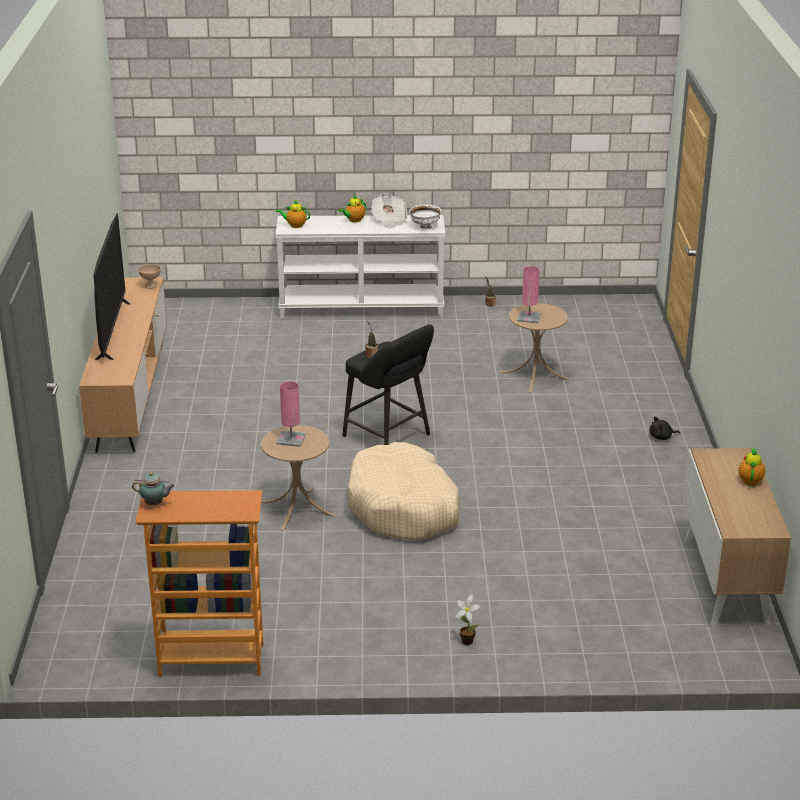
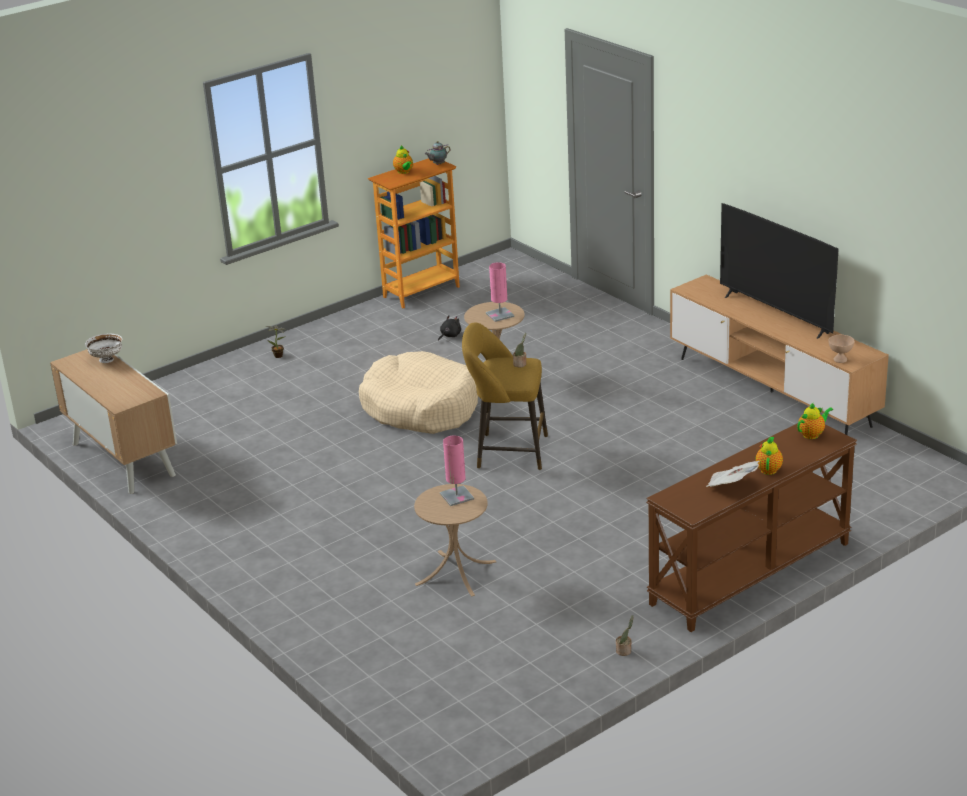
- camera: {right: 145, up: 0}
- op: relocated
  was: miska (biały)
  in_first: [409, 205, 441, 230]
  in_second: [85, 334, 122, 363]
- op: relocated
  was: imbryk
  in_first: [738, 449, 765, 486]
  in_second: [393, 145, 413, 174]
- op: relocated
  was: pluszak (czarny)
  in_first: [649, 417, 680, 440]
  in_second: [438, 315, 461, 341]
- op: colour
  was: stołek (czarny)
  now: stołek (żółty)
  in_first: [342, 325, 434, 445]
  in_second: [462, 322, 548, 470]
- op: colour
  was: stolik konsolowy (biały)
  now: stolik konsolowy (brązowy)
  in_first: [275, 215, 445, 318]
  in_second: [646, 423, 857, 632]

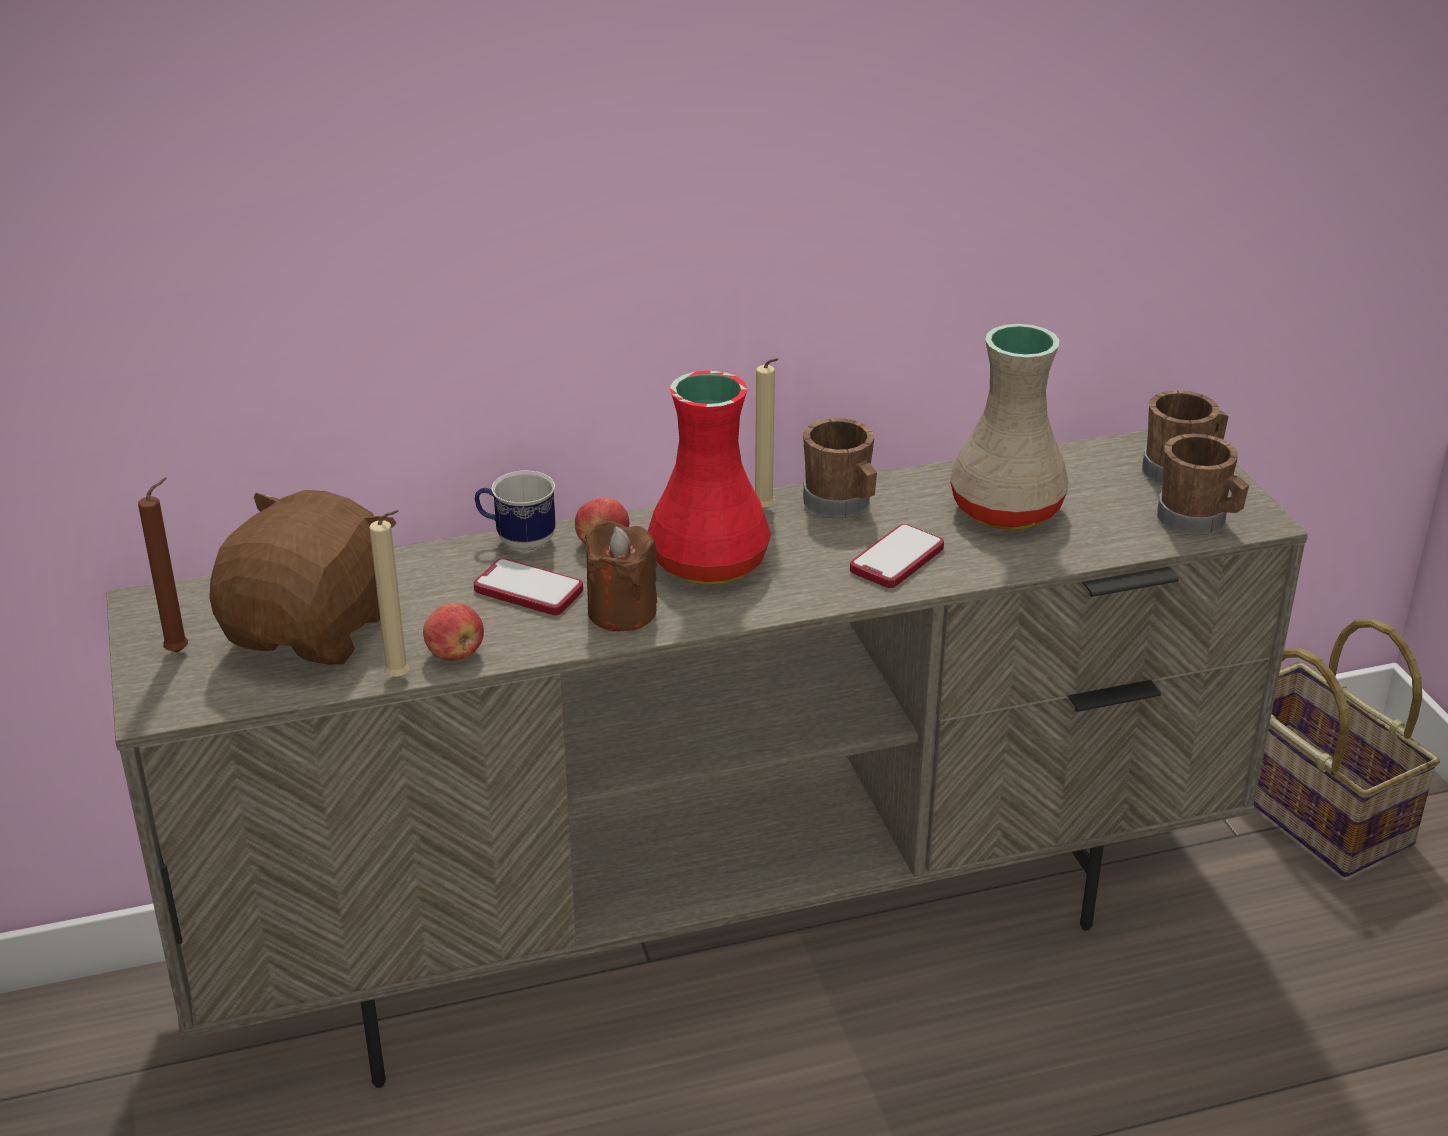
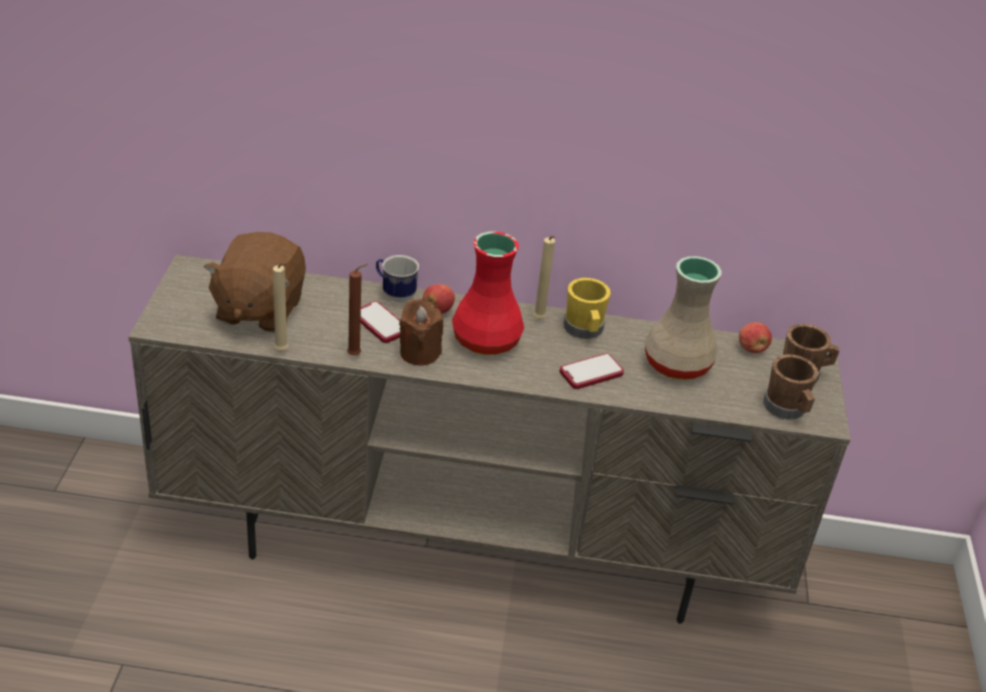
- camera: {right: 20, up: 5}
- op: spun
  was: pluszak (brązowy)
  in_first: [209, 490, 397, 665]
  in_second: [203, 232, 306, 333]
  clockwise: 150
- op: relocated
  was: świeca (brązowy)
  in_first: [138, 478, 188, 653]
  in_second: [347, 264, 368, 356]
- op: colour
  was: kubek (brązowy)
  now: kubek (żółty)
  in_first: [803, 418, 877, 518]
  in_second: [564, 278, 611, 339]
- op: relocated
  was: jabłko
  in_first: [423, 603, 484, 661]
  in_second: [739, 322, 772, 353]
- op: missing
  was: koszyk
  in_first: [1254, 619, 1440, 877]

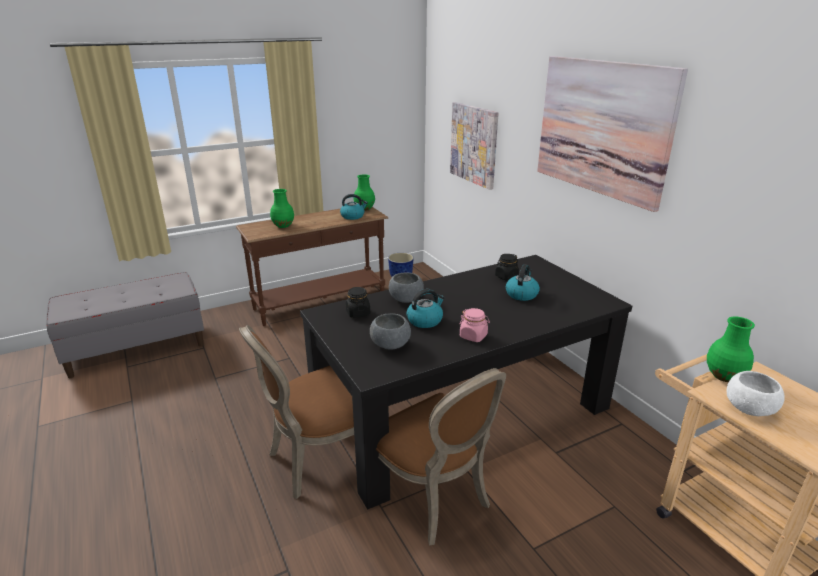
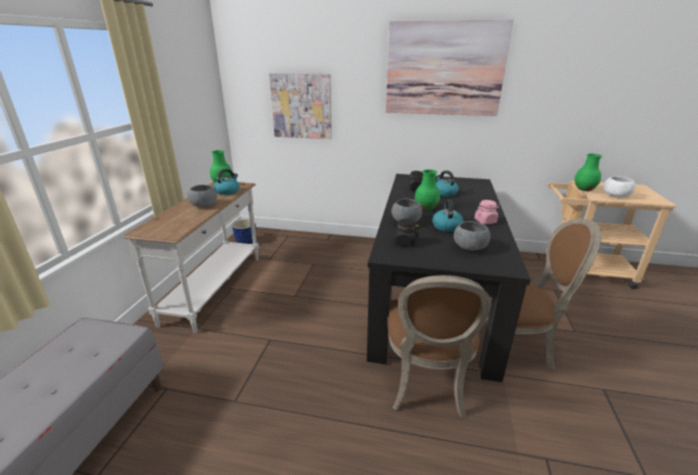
- camera: {right: -50, up: 0}
- op: colour
  was: stolik konsolowy (brązowy)
  now: stolik konsolowy (biały)
  in_first: [236, 207, 388, 326]
  in_second: [123, 182, 259, 333]
- op: appeared
  now: miska (szary)
  in_second: [188, 185, 217, 207]
- op: relocated
  was: wazon (zielony)
  in_first: [270, 189, 294, 228]
  in_second: [415, 169, 440, 211]

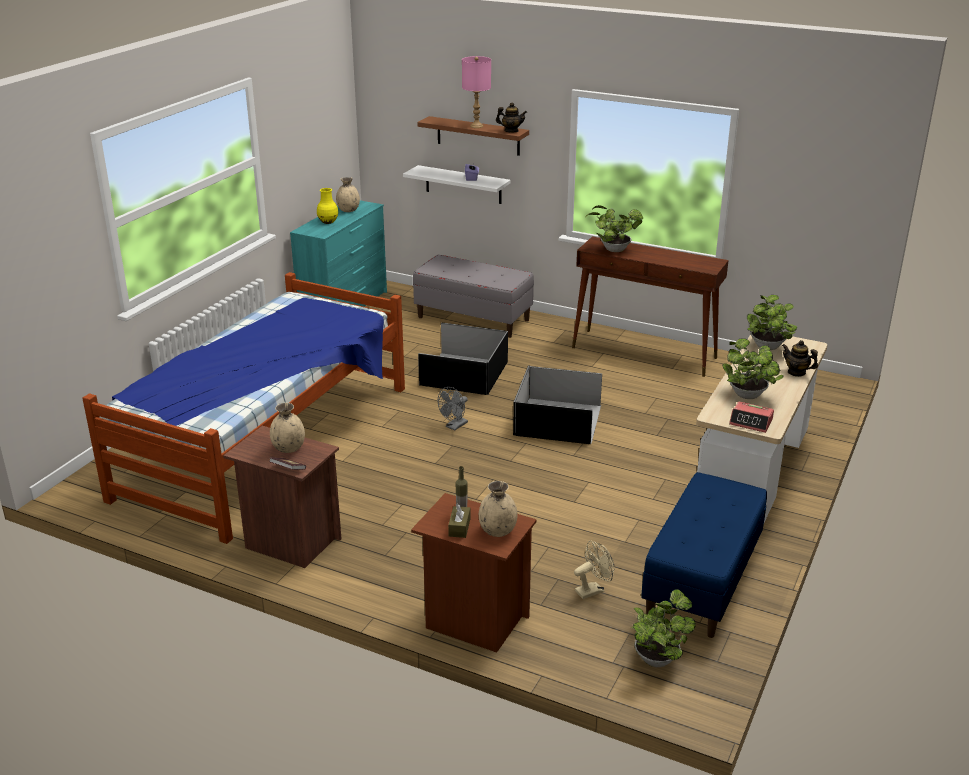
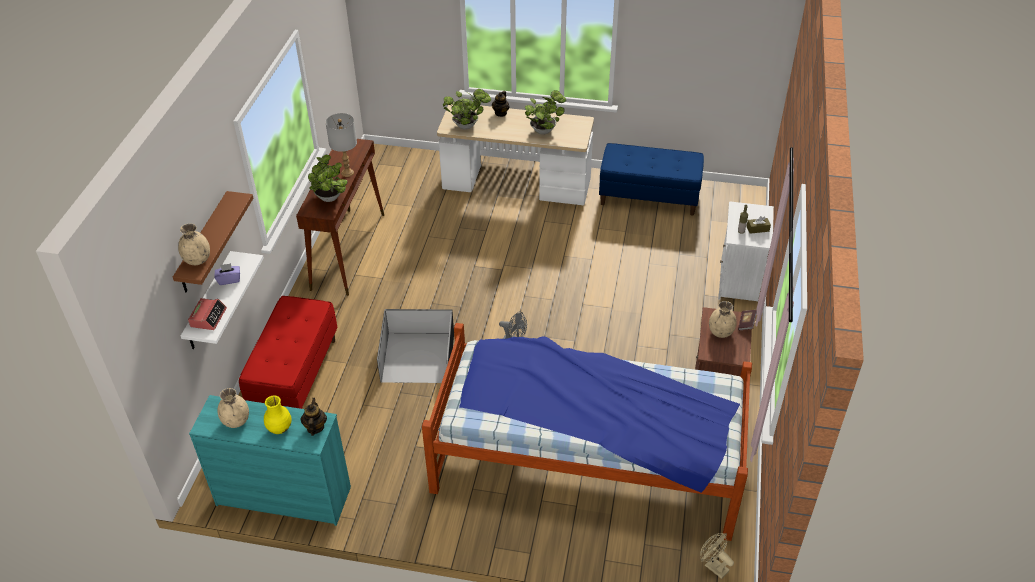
- camera: {right: -105, up: 15}
- op: relocated
  was: wazon (beżowy)
  in_first: [479, 481, 518, 537]
  in_second: [178, 223, 210, 265]
- op: relocated
  was: budzik
  in_first: [729, 401, 774, 433]
  in_second: [188, 298, 227, 330]
- op: colour
  was: ławka (szary)
  now: ławka (czerwony)
  in_first: [413, 255, 534, 338]
  in_second: [239, 296, 338, 409]
- op: relocated
  was: imbryk
  in_first: [496, 102, 527, 133]
  in_second: [300, 398, 327, 436]
- op: appeared
  now: lampa stołowa (szary)
  in_second: [325, 113, 357, 177]
- op: relocated
  was: wentylator (beżowy)
  in_first: [574, 541, 615, 599]
  in_second: [700, 533, 734, 579]
- op: colour
  was: szafka nocna (brązowy)
  now: szafka nocna (biały)
  in_first: [411, 493, 537, 653]
  in_second: [718, 201, 774, 301]
- op: missing
  was: lampa stołowa (różowy)
  in_first: [462, 56, 491, 128]
- op: missing
  was: pojemnik do przechowywania (czarny)
  in_first: [513, 365, 602, 444]
- op: missing
  was: roślina doniczkowa
  in_first: [631, 589, 696, 667]

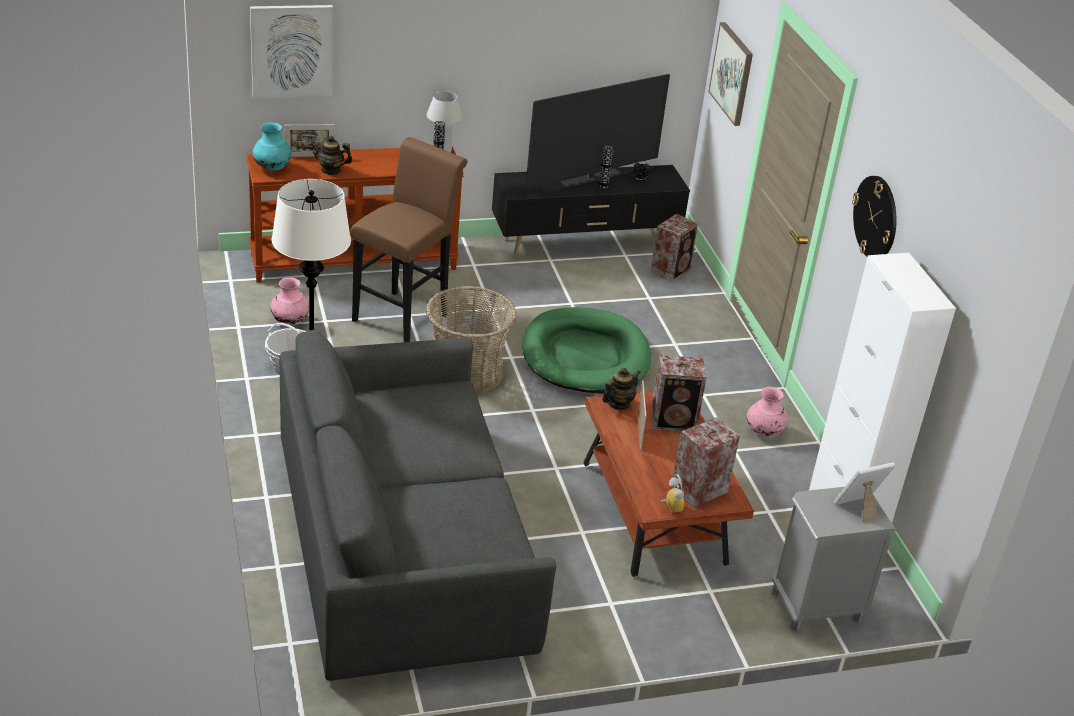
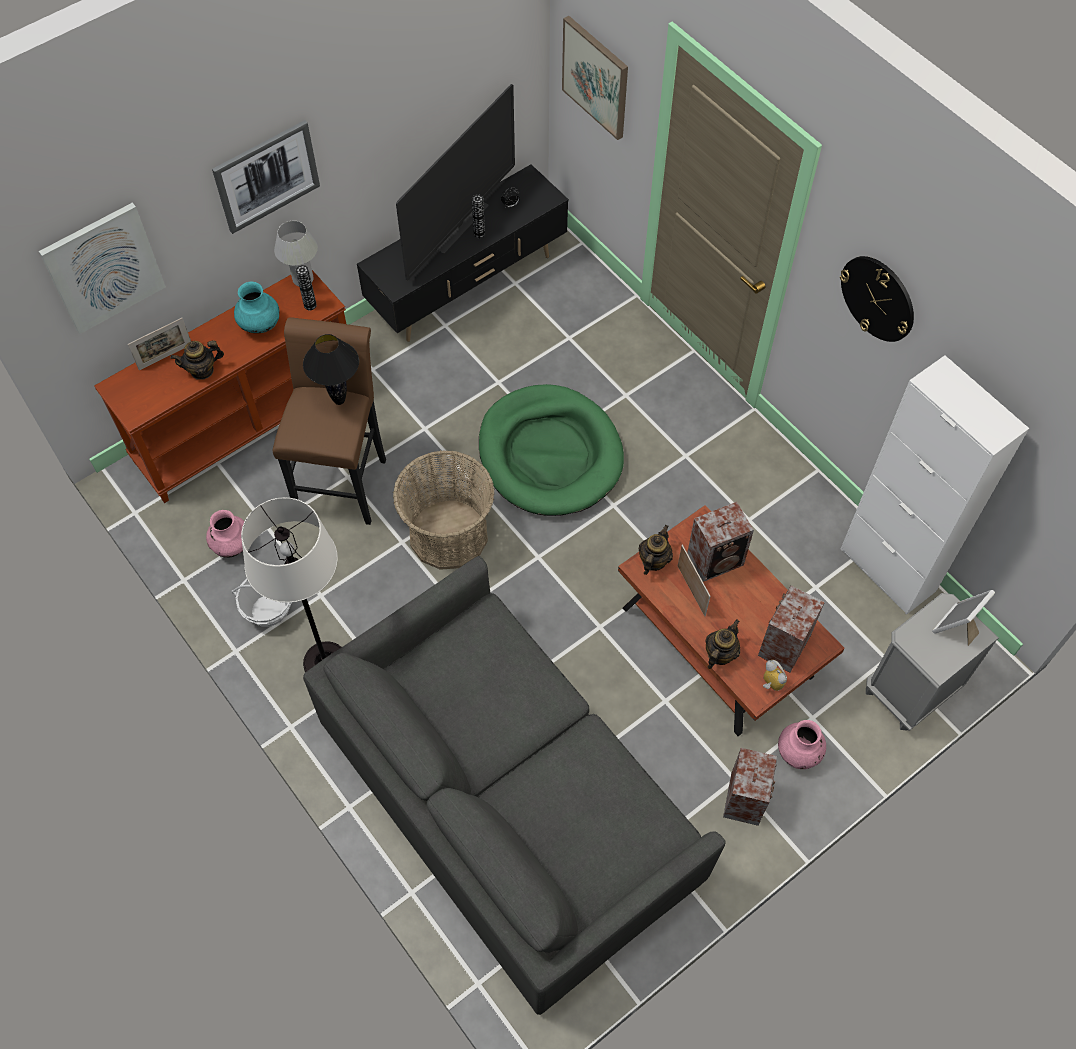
- camera: {right: -20, up: 25}
- op: appeared
  now: obraz
  in_second: [212, 120, 320, 234]
- op: relocated
  was: wazon (turkusowy)
  in_first: [253, 122, 292, 171]
  in_second: [234, 281, 279, 333]
- op: appeared
  now: lampa stołowa (czarny)
  in_second: [303, 334, 359, 405]
- op: appeared
  now: imbryk
  in_second: [705, 619, 740, 669]
- op: relocated
  was: głośnik
  in_first: [650, 214, 698, 282]
  in_second: [723, 748, 777, 826]
- op: relocated
  was: wazon (różowy)
  in_first: [747, 387, 788, 437]
  in_second: [778, 720, 826, 769]

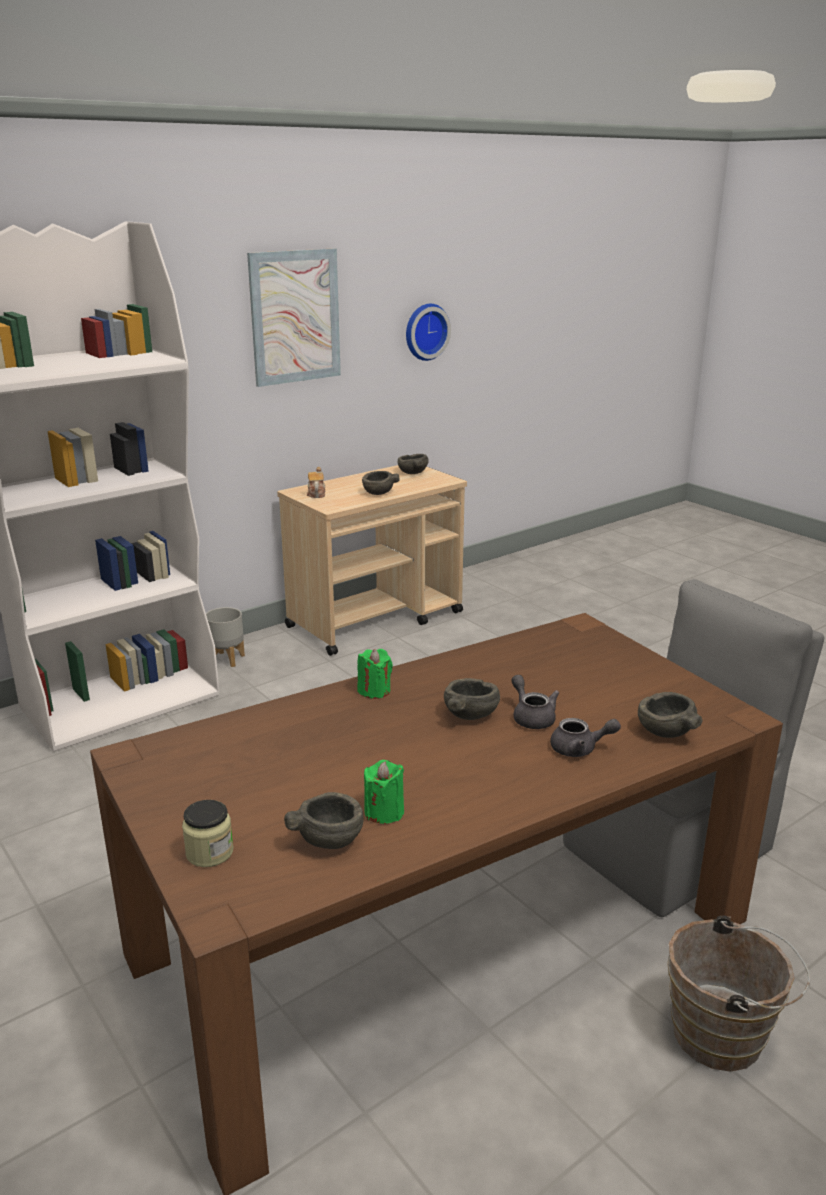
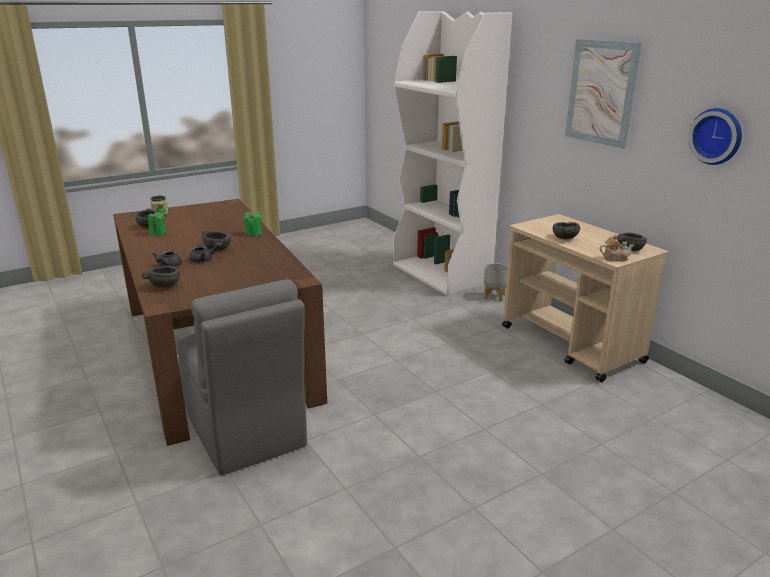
- camera: {right: 95, up: 0}
- op: relocated
  was: imbryk
  in_first: [307, 467, 325, 498]
  in_second: [600, 235, 634, 261]
- op: missing
  was: wiadro (brązowy)
  in_first: [668, 915, 810, 1071]

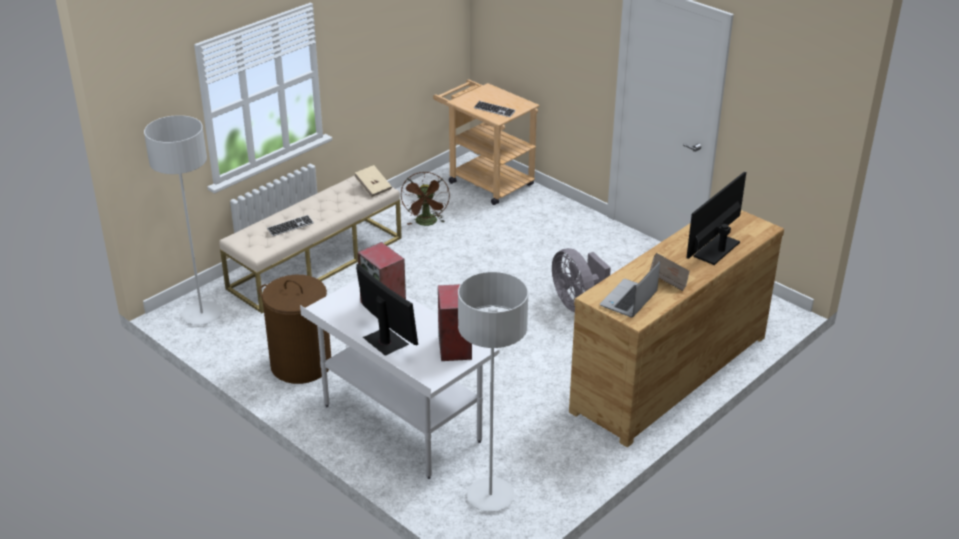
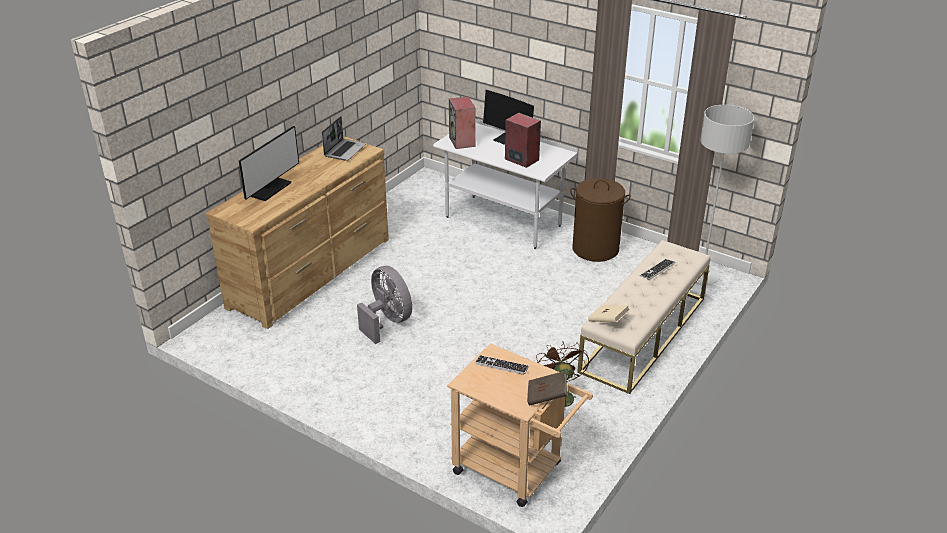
- camera: {right: 170, up: 0}
- op: relocated
  was: książka (brązowy)
  in_first: [650, 253, 690, 291]
  in_second: [527, 371, 567, 406]
- op: missing
  was: lampa stojąca (szary)
  in_first: [458, 272, 528, 512]

